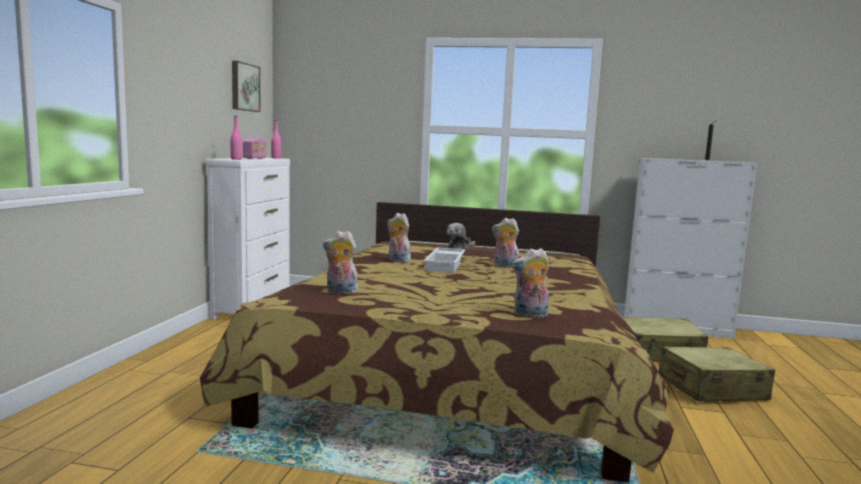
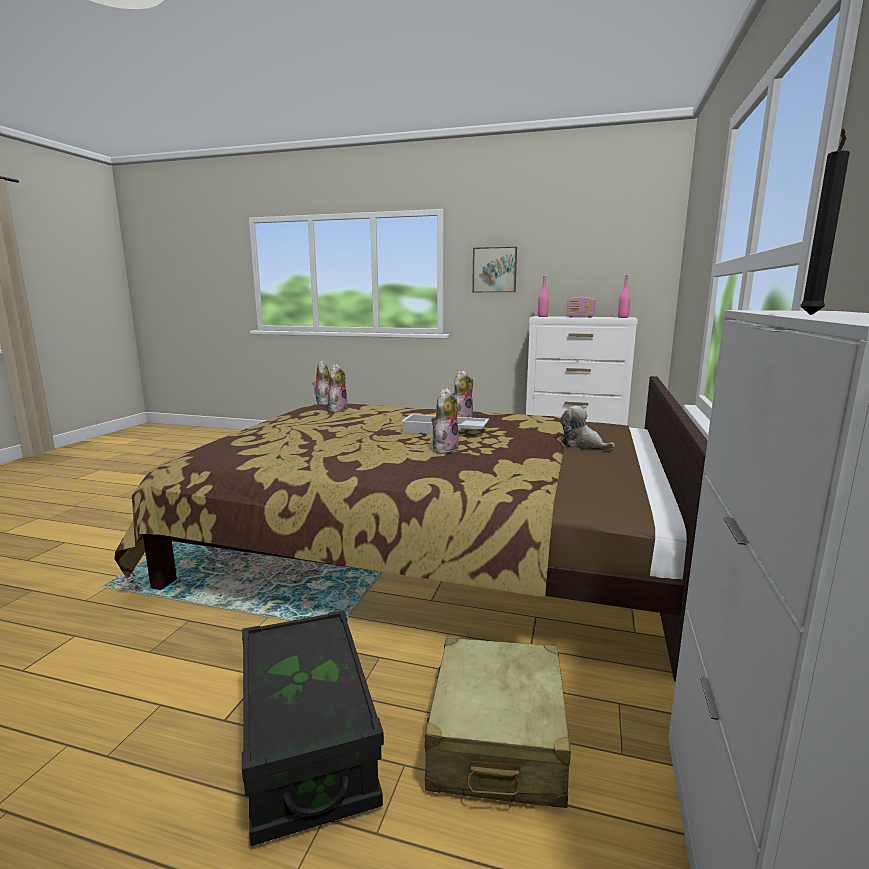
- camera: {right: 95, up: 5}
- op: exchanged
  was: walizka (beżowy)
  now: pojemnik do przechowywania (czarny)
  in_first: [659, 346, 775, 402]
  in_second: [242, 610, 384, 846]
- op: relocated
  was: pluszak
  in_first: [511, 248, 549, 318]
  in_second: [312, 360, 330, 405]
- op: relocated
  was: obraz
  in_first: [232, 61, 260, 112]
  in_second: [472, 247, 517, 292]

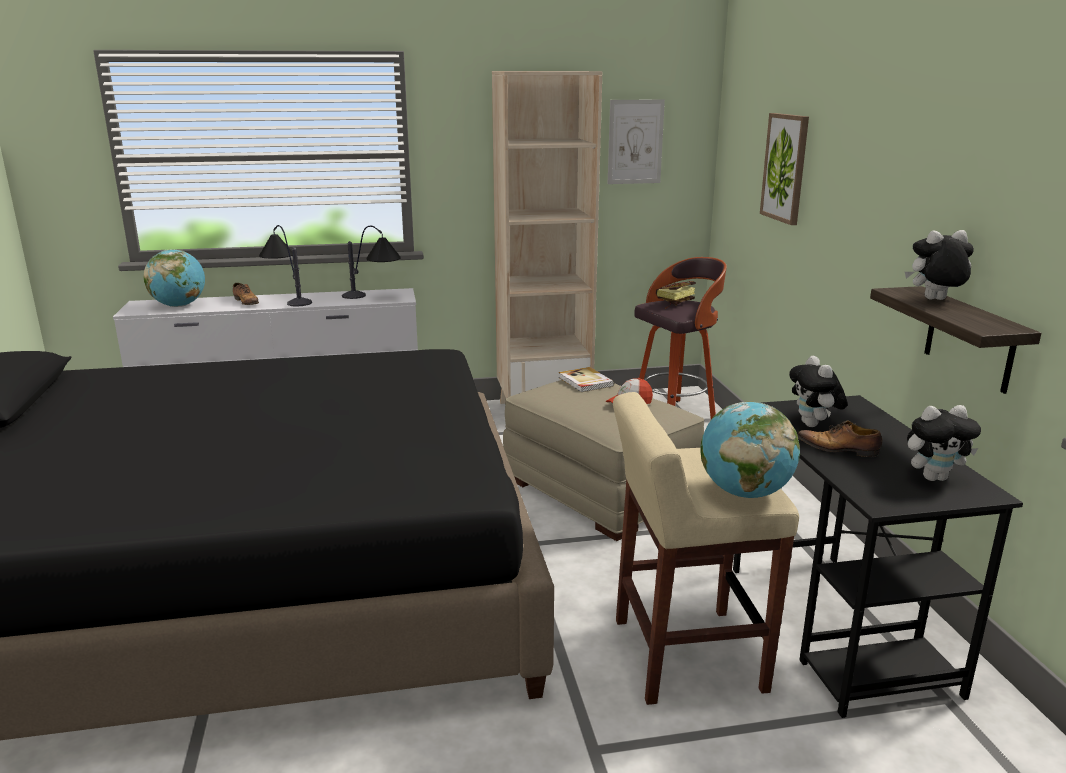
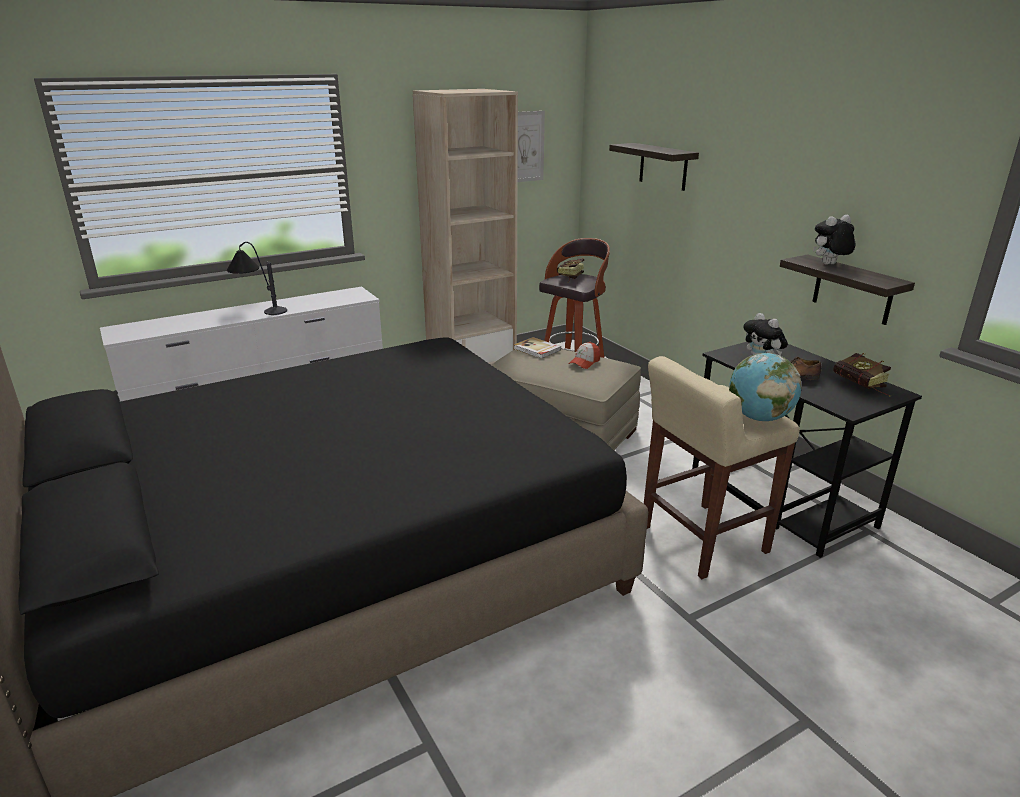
- camera: {right: -20, up: 5}
- op: exchanged
  was: obraz
  now: półka
  in_first: [760, 113, 809, 225]
  in_second: [609, 143, 699, 191]
- op: exchanged
  was: pluszak
  now: książka
  in_first: [907, 405, 981, 481]
  in_second: [833, 353, 891, 396]
- op: missing
  was: globus
  in_first: [144, 249, 205, 307]
- op: missing
  was: but
  in_first: [233, 283, 259, 305]
- op: missing
  was: lampa stołowa
  in_first: [342, 226, 401, 299]

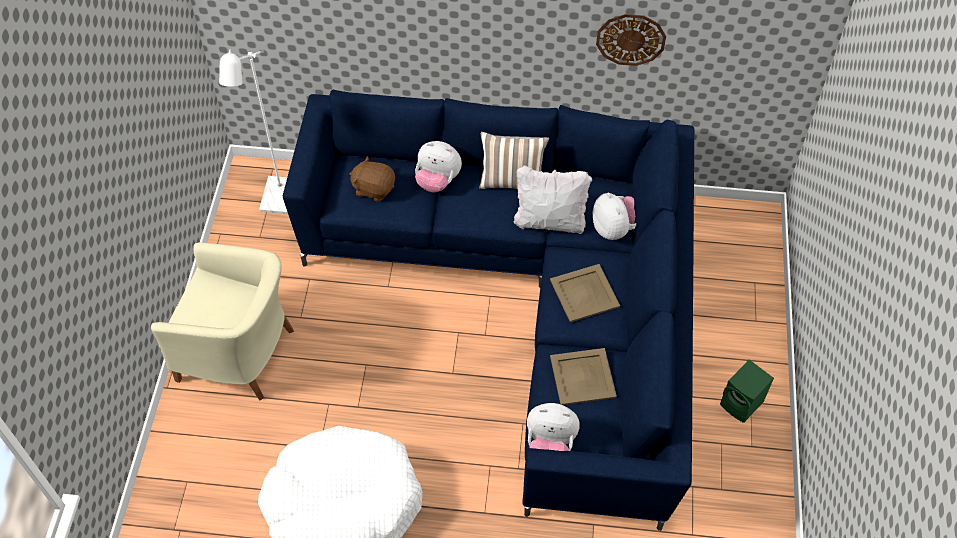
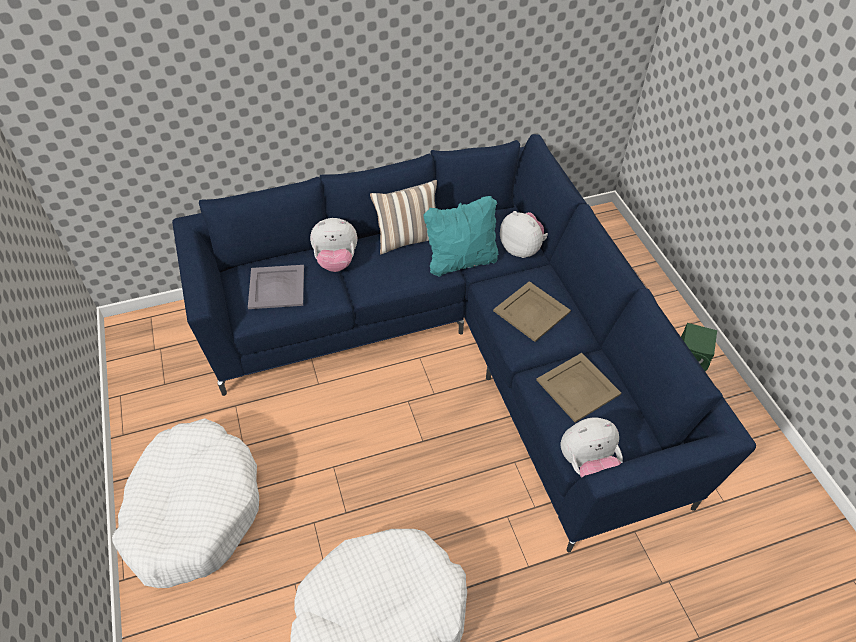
- camera: {right: -25, up: -5}
- op: exchanged
  was: fotel (beżowy)
  now: legowisko (biały)
  in_first: [151, 242, 294, 400]
  in_second: [112, 418, 259, 588]
- op: exchanged
  was: pluszak (brązowy)
  now: taca (szary)
  in_first: [349, 156, 395, 202]
  in_second: [248, 265, 304, 309]
- op: colour
  was: poduszka (biały)
  now: poduszka (turkusowy)
  in_first: [514, 165, 592, 234]
  in_second: [423, 196, 498, 277]
- op: missing
  was: lampa stojąca (biały)
  in_first: [219, 50, 288, 214]
- op: missing
  was: zegar ścienny
  in_first: [596, 14, 666, 66]

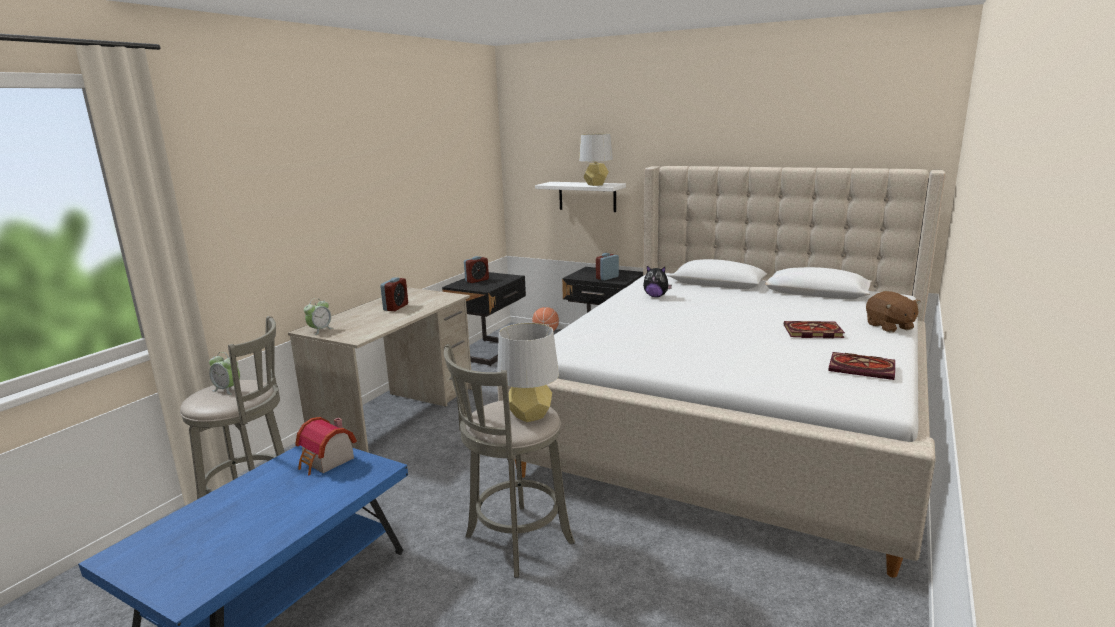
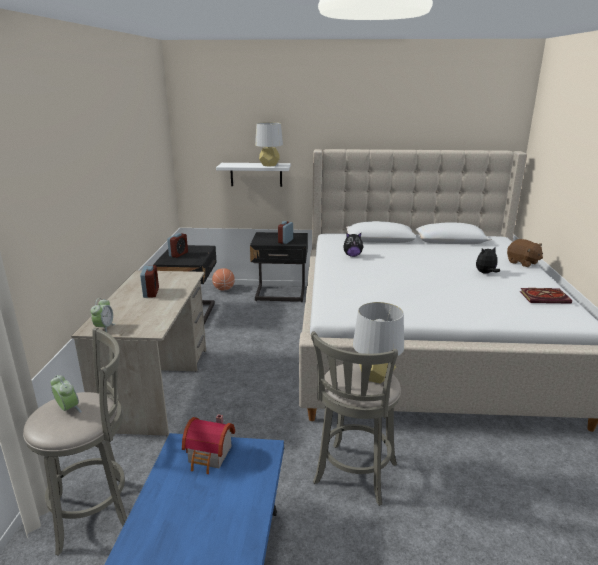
- camera: {right: -25, up: 5}
- op: spun
  was: budzik
  in_first: [209, 352, 240, 395]
  in_second: [50, 375, 82, 413]
  clockwise: -135
- op: exchanged
  was: książka
  now: pluszak
  in_first: [784, 321, 845, 338]
  in_second: [476, 246, 500, 274]

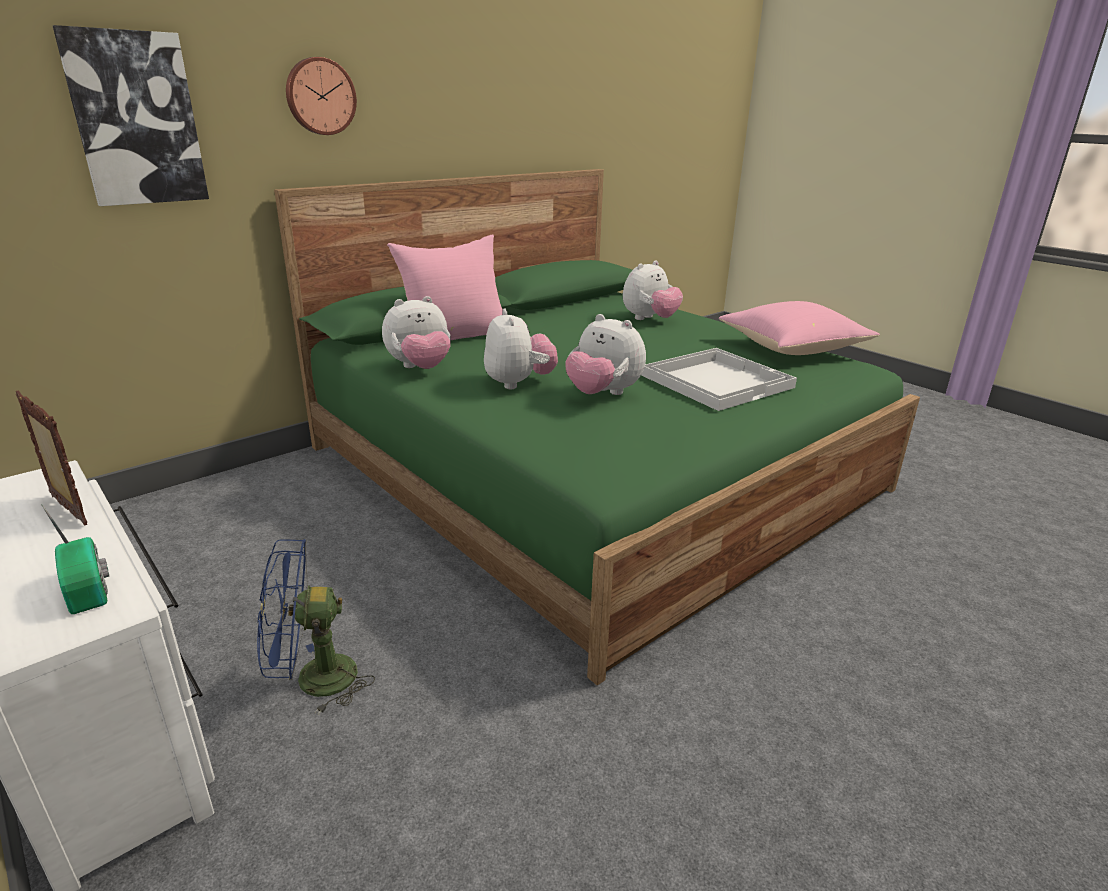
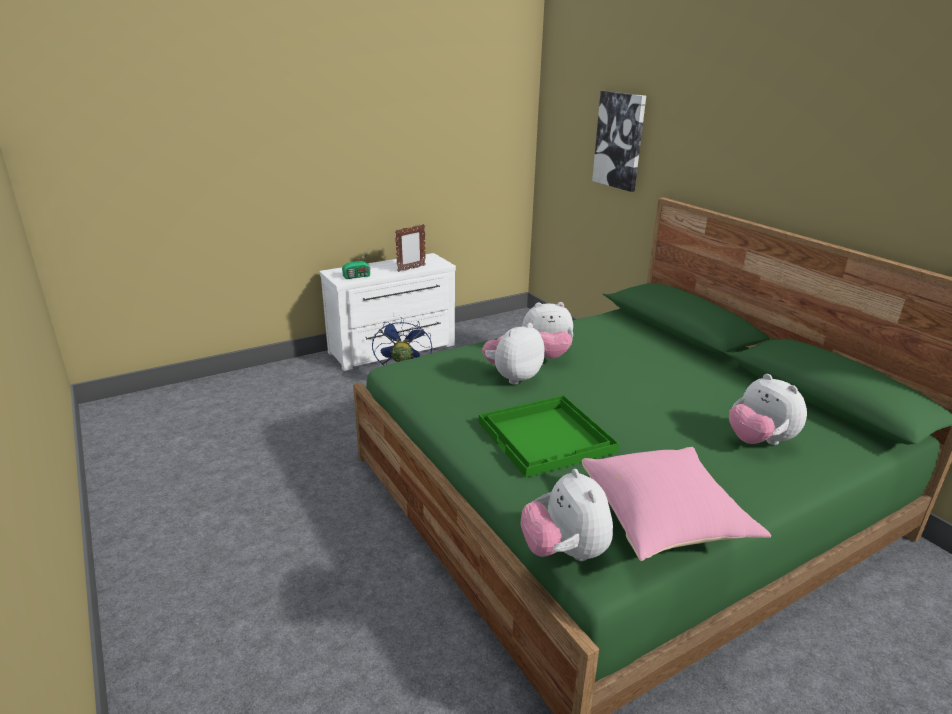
- camera: {right: 100, up: 0}
- op: colour
  was: taca (biały)
  now: taca (zielony)
  in_first: [641, 348, 797, 411]
  in_second: [479, 395, 619, 478]
- op: relocated
  was: pluszak
  in_first: [382, 296, 451, 369]
  in_second: [520, 469, 613, 561]
- op: missing
  was: zegar ścienny
  in_first: [286, 57, 357, 135]
- op: missing
  was: poduszka (różowy)
  in_first: [387, 234, 503, 341]

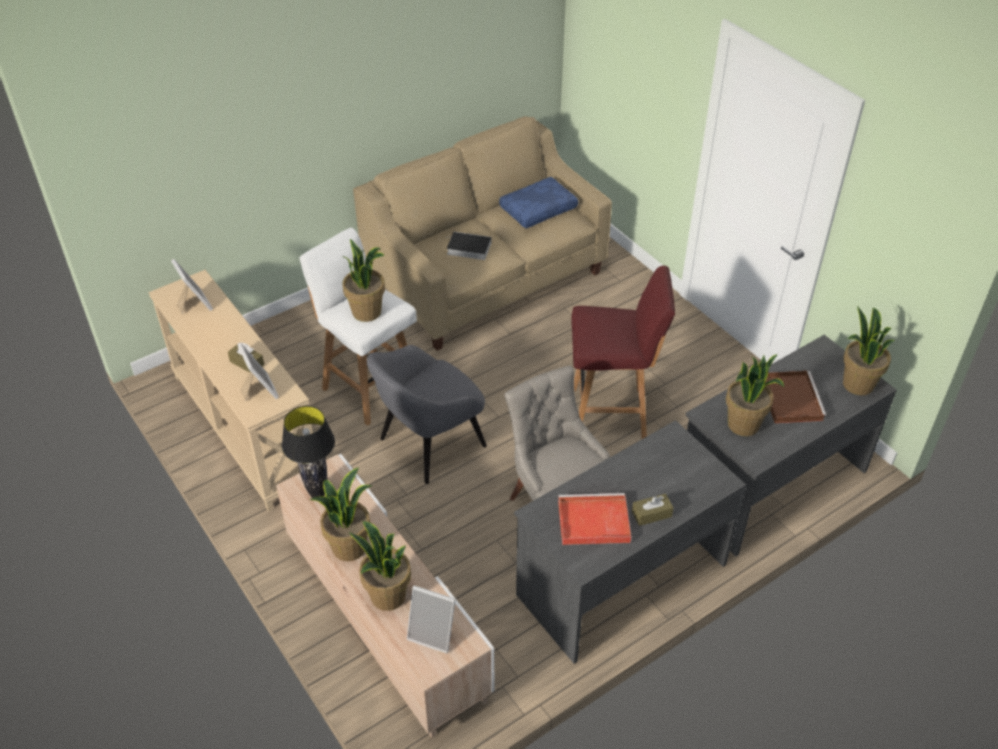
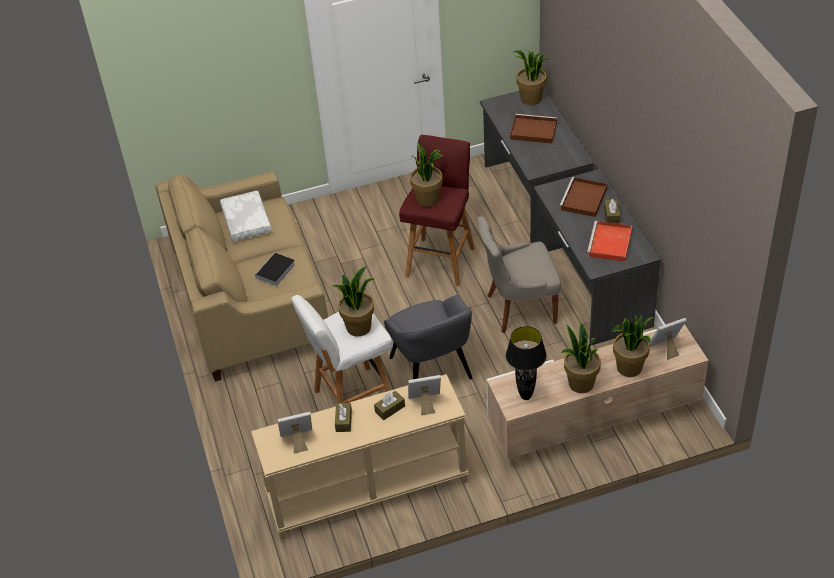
- camera: {right: -70, up: 0}
- op: colour
  was: poduszka (niebieski)
  now: poduszka (biały)
  in_first: [499, 177, 578, 228]
  in_second: [220, 191, 272, 242]
- op: appeared
  now: pudełko chusteczek (brązowy)
  in_second: [335, 403, 352, 432]
- op: relocated
  was: roślina doniczkowa
  in_first: [726, 354, 784, 436]
  in_second: [410, 143, 443, 207]
- op: appeared
  now: taca (brązowy)
  in_second: [559, 177, 607, 217]
- op: spun
  was: ramka na zdjęcie
  in_first: [407, 585, 456, 654]
  in_second: [649, 318, 686, 360]
  clockwise: -150

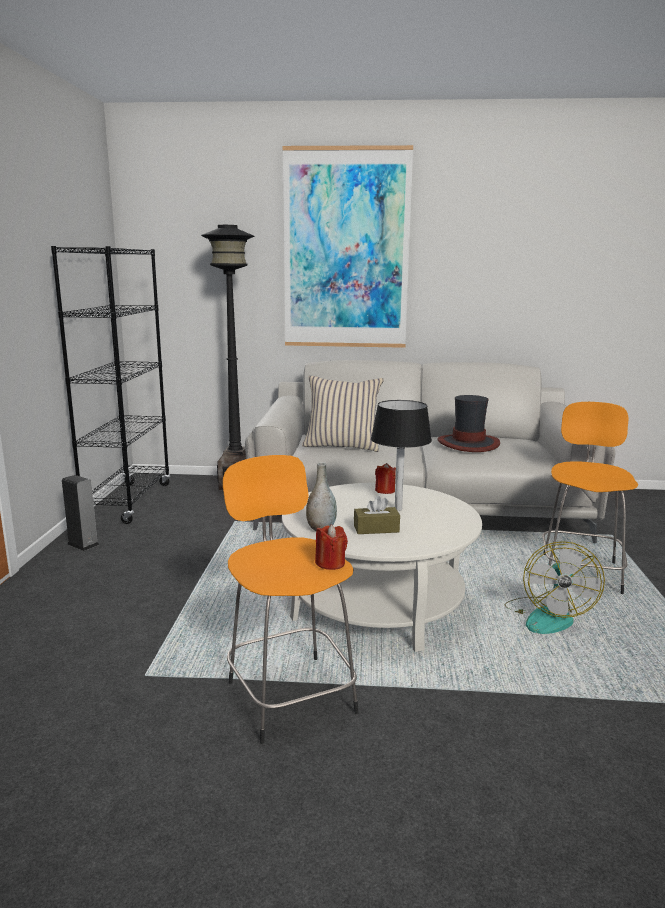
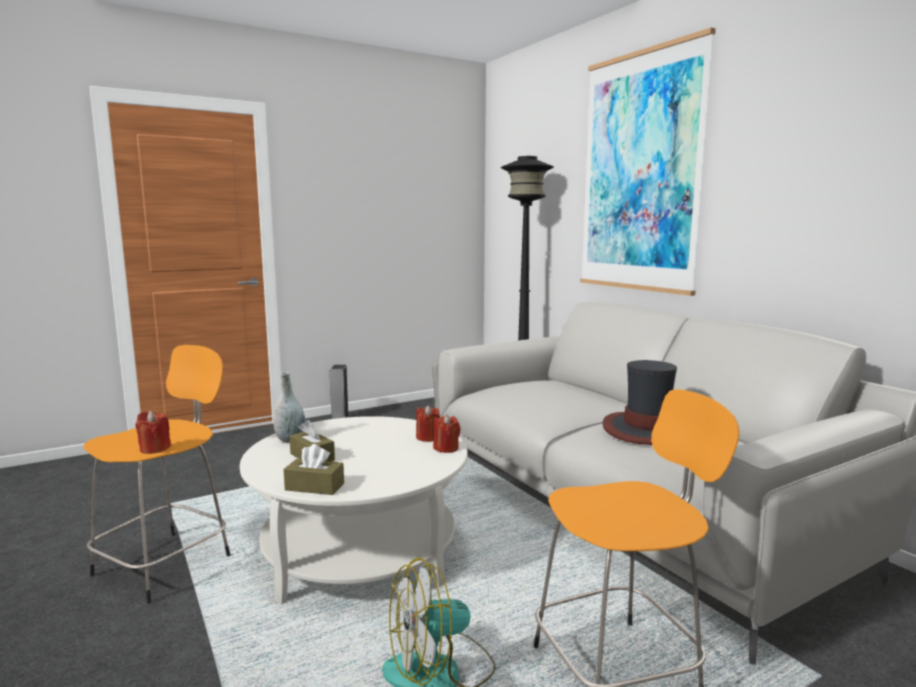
- camera: {right: 55, up: -5}
- op: appeared
  now: pudełko chusteczek (brązowy)
  in_second: [284, 444, 344, 495]
- op: appeared
  now: świeca (czerwony)
  in_second: [433, 414, 461, 453]
- op: missing
  was: regał (czarny)
  in_first: [51, 246, 170, 524]
- op: missing
  was: poduszka (beżowy)
  in_first: [302, 376, 384, 452]
- op: missing
  was: lampa stołowa (czarny)
  in_first: [371, 400, 432, 511]

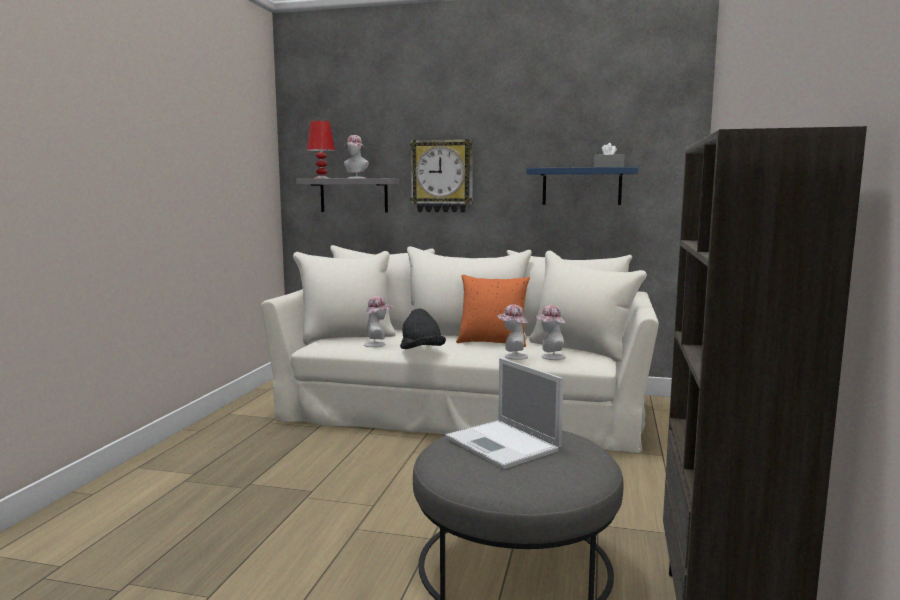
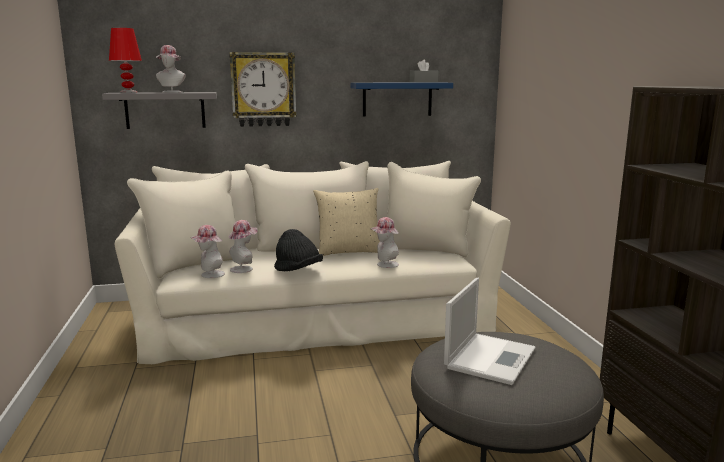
- camera: {right: -25, up: 5}
- op: relocated
  was: kapelusz
  in_first: [535, 305, 566, 360]
  in_second: [191, 225, 225, 278]
- op: colour
  was: poduszka (pomarańczowy)
  now: poduszka (beżowy)
  in_first: [456, 275, 530, 347]
  in_second: [313, 188, 380, 256]
- op: spun
  was: laptop
  in_first: [446, 358, 564, 469]
  in_second: [444, 278, 536, 385]
  clockwise: -90

